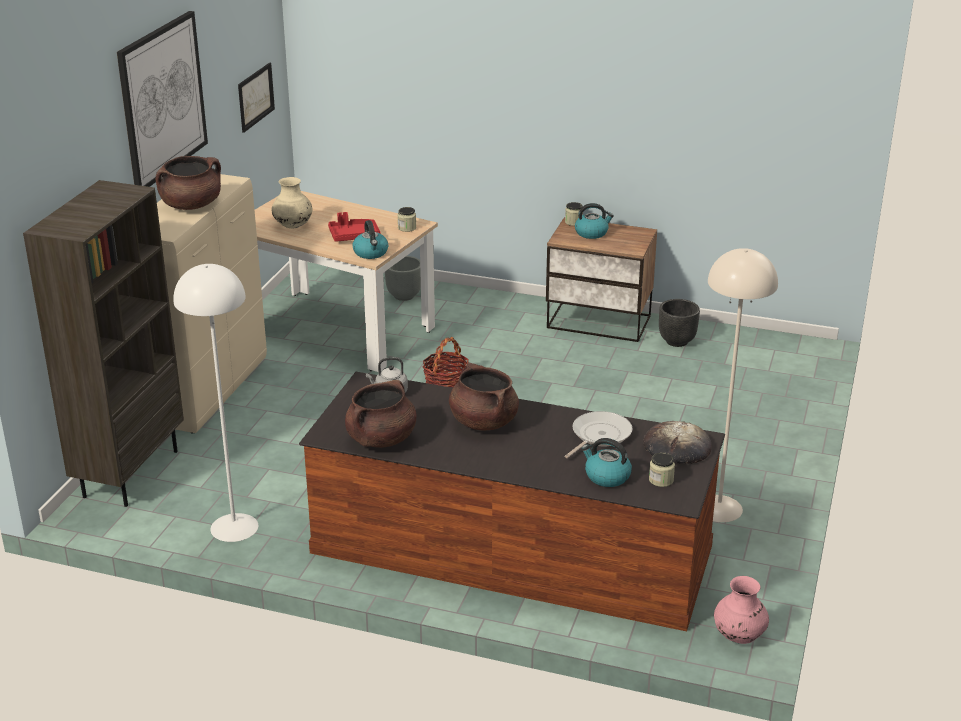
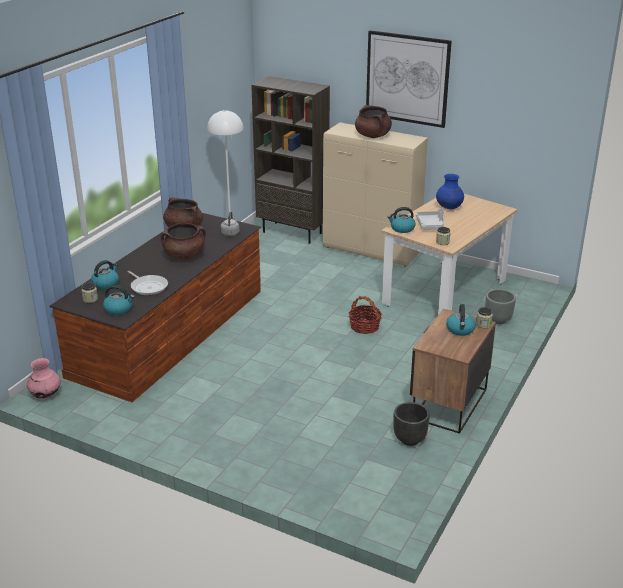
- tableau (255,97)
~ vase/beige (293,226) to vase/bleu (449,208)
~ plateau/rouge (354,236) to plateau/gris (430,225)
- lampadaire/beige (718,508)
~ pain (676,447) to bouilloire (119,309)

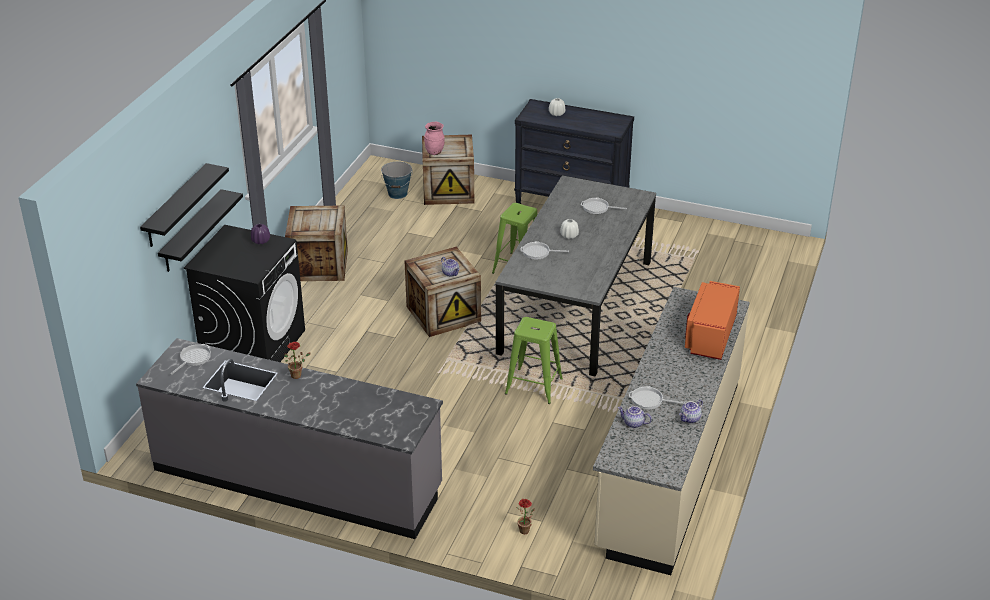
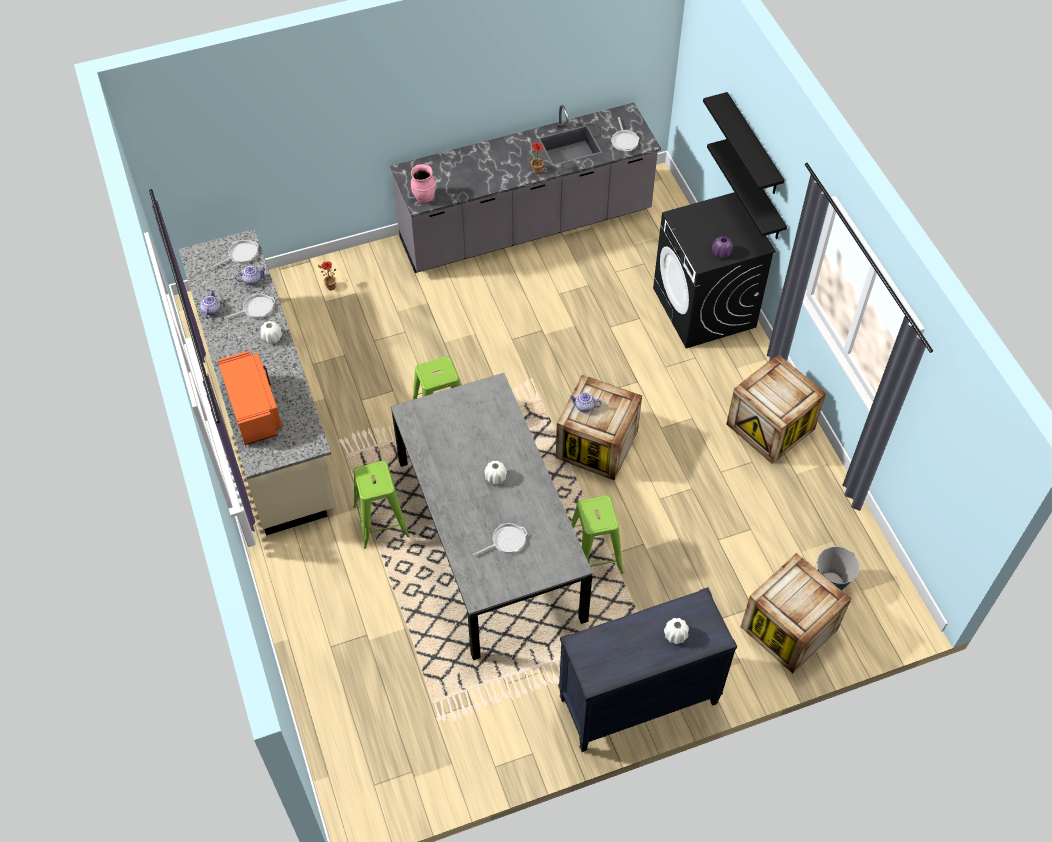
~ vase/rose (434,152) to (424,198)
~ poêle (538,252) to (240,254)
+ vase/blanc (272,337)
+ tabouret/vert (381,521)

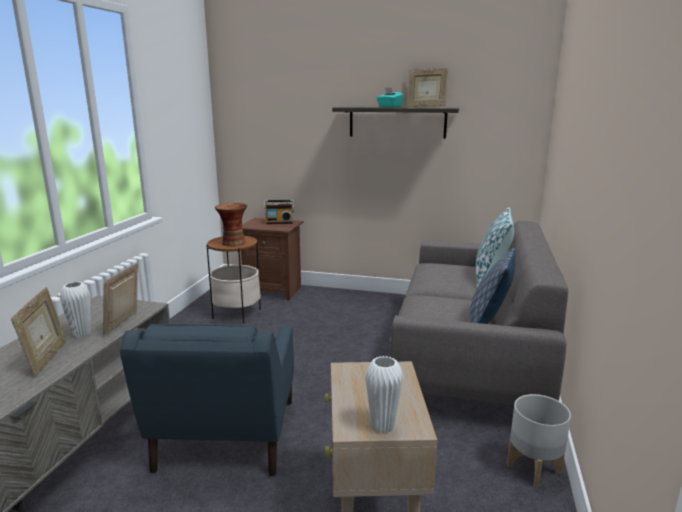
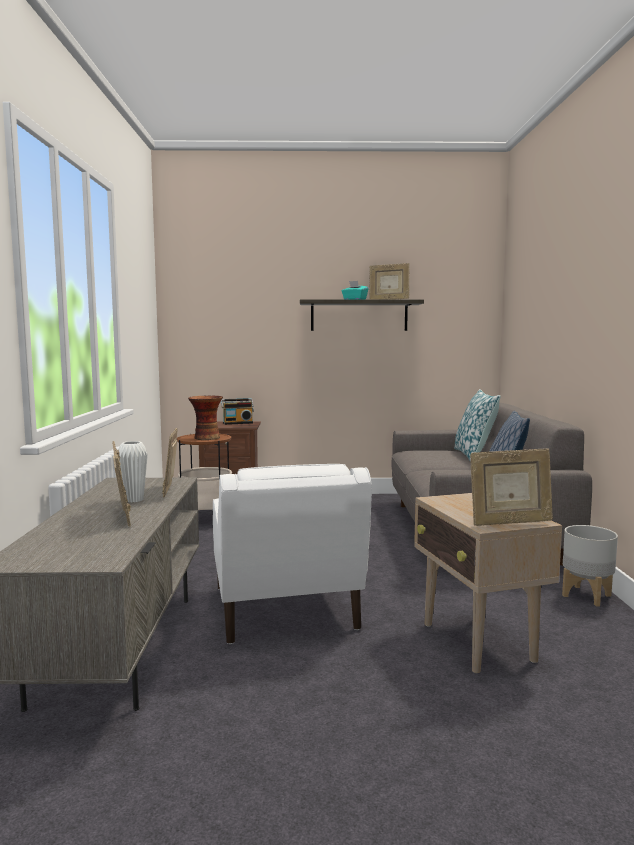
~ fauteuil/bleu (226,438) to fauteuil/blanc (284,610)
~ vase/blanc (382,426) to cadre photo (510,523)

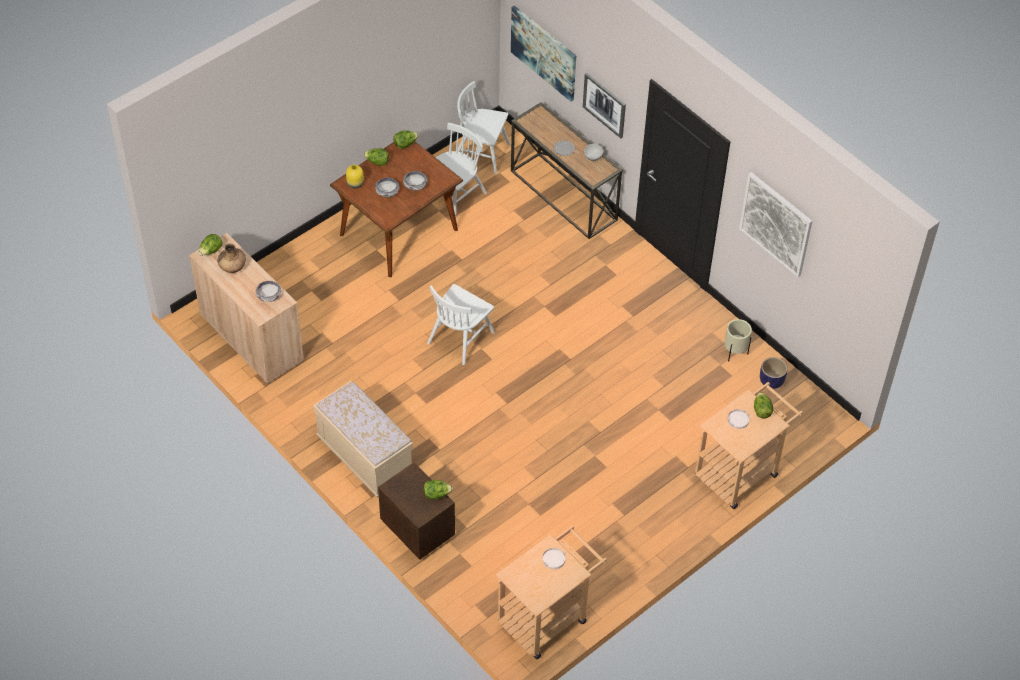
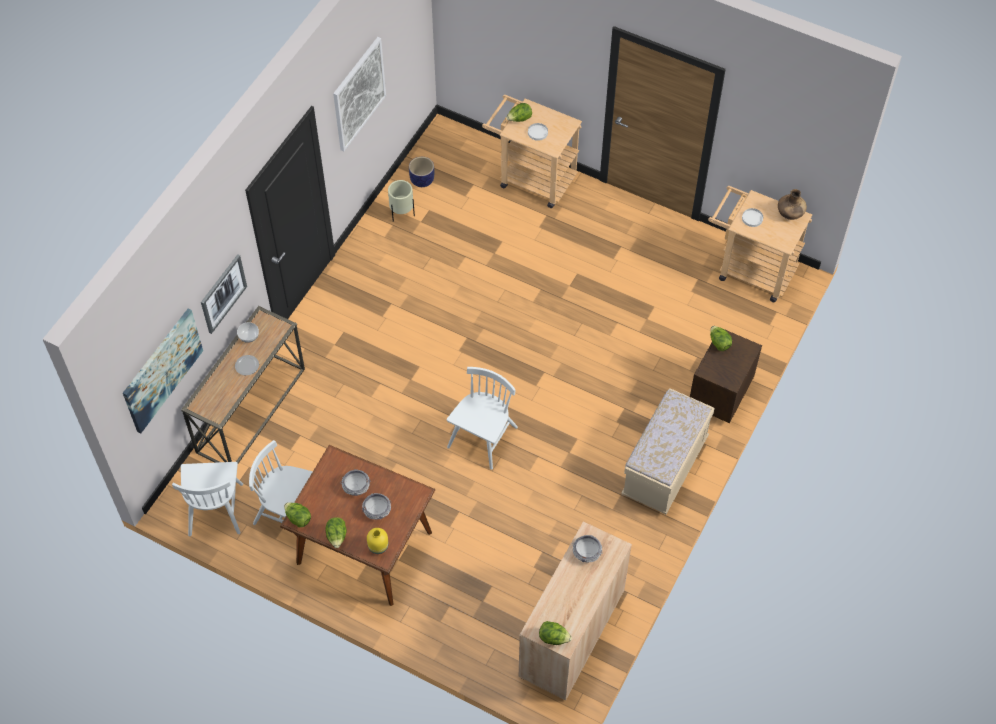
~ vase/marron (232,267) to (790,214)
~ chaise/blanc (460,337) = (482,438) 75 degrees counterclockwise

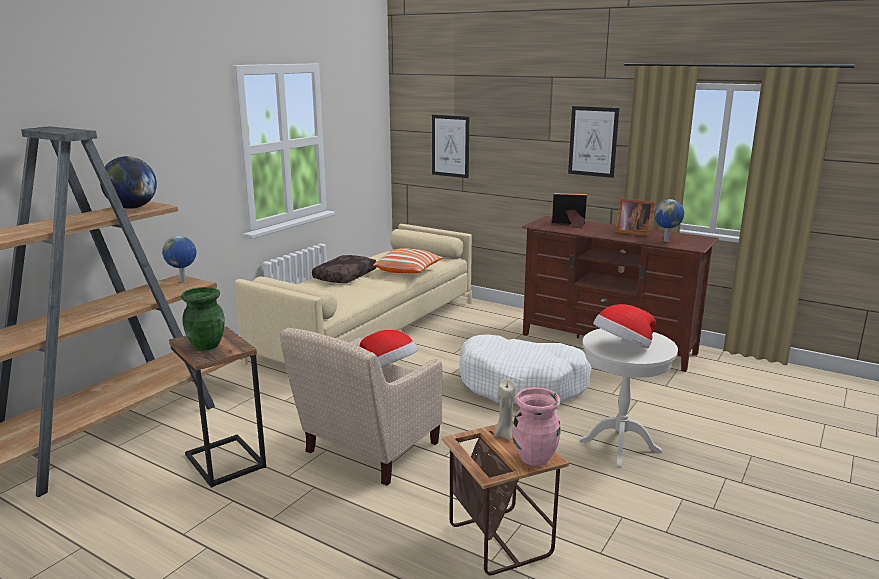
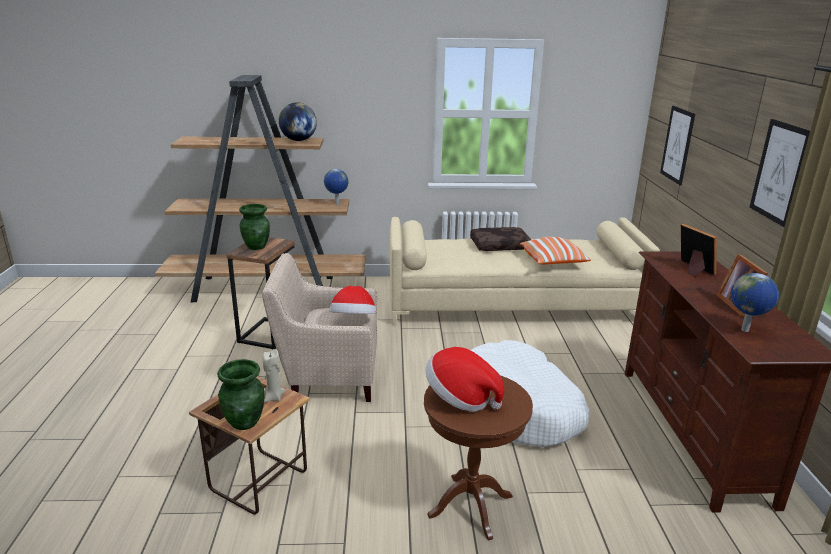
~ table d'appoint/blanc (620,446) to table d'appoint/marron (470,506)
~ vase/rose (535,458) to vase/vert (245,422)

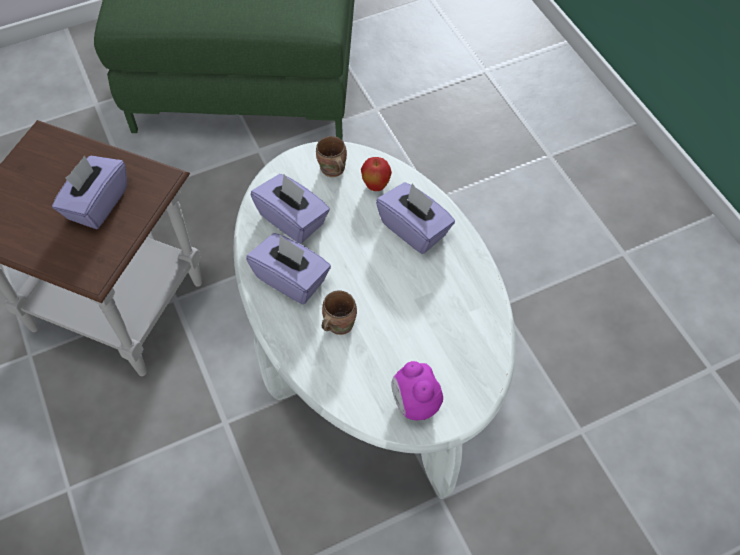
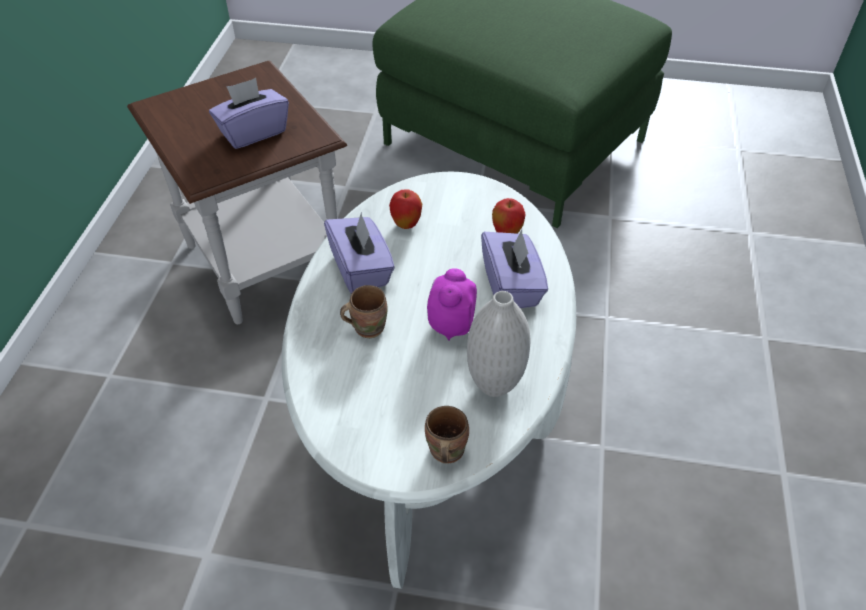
~ mug/marron (332,171) to (444,452)
~ boîte à mouchoirs/violet (293,219) to pomme (406,224)
~ réveil (414,403) to (450,325)
+ vase/blanc (494,385)

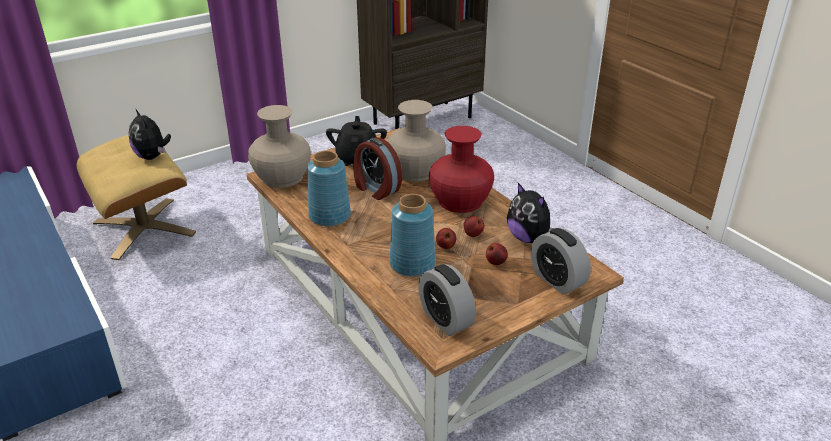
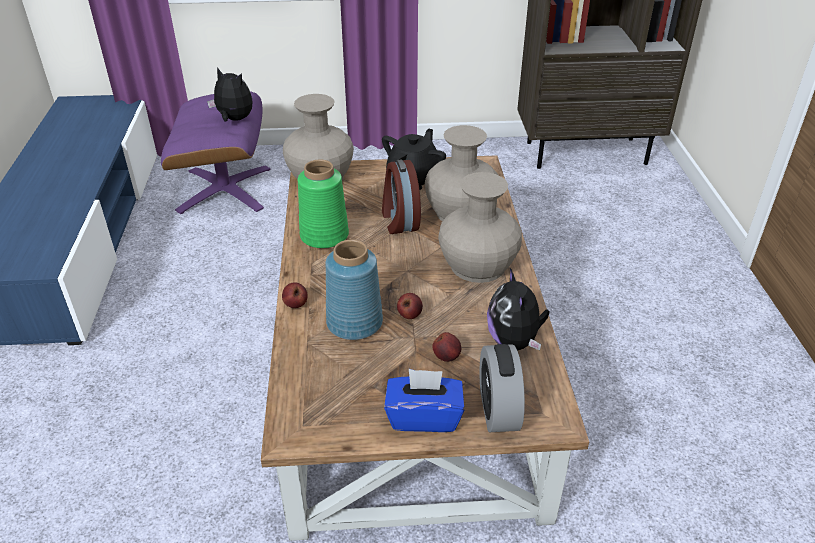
~ peluche (152,157) = (234,120) 120 degrees clockwise
~ vase/rouge (460,201) to vase/beige (478,265)
~ pouf/beige (145,228) to pouf/violet (225,189)
~ vase/bleu (330,216) to vase/vert (325,236)
~ pomme (472,235) to (295,304)
- réveil (445,319)
+ boîte à mouchoirs/bleu (424,416)

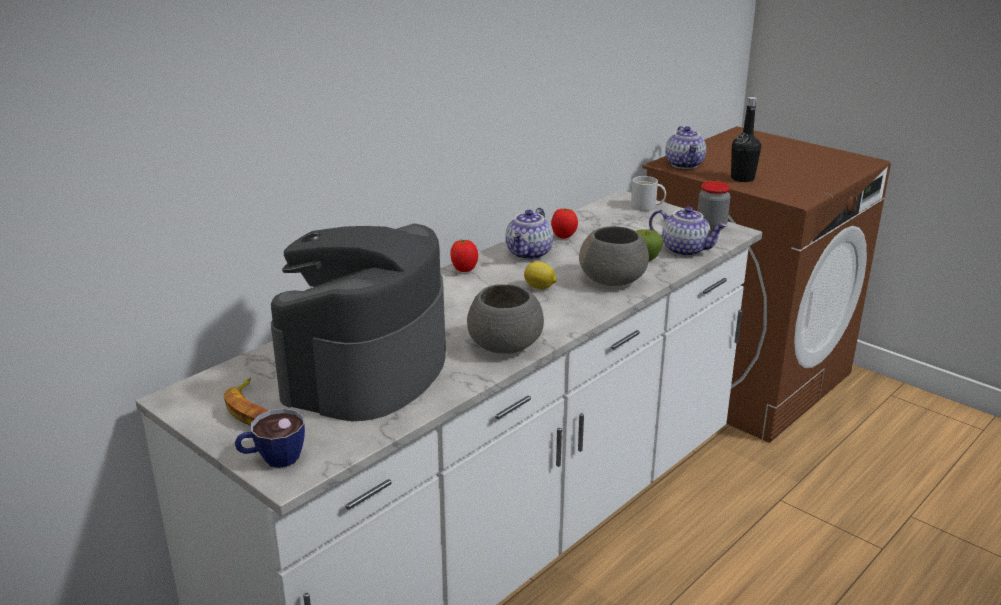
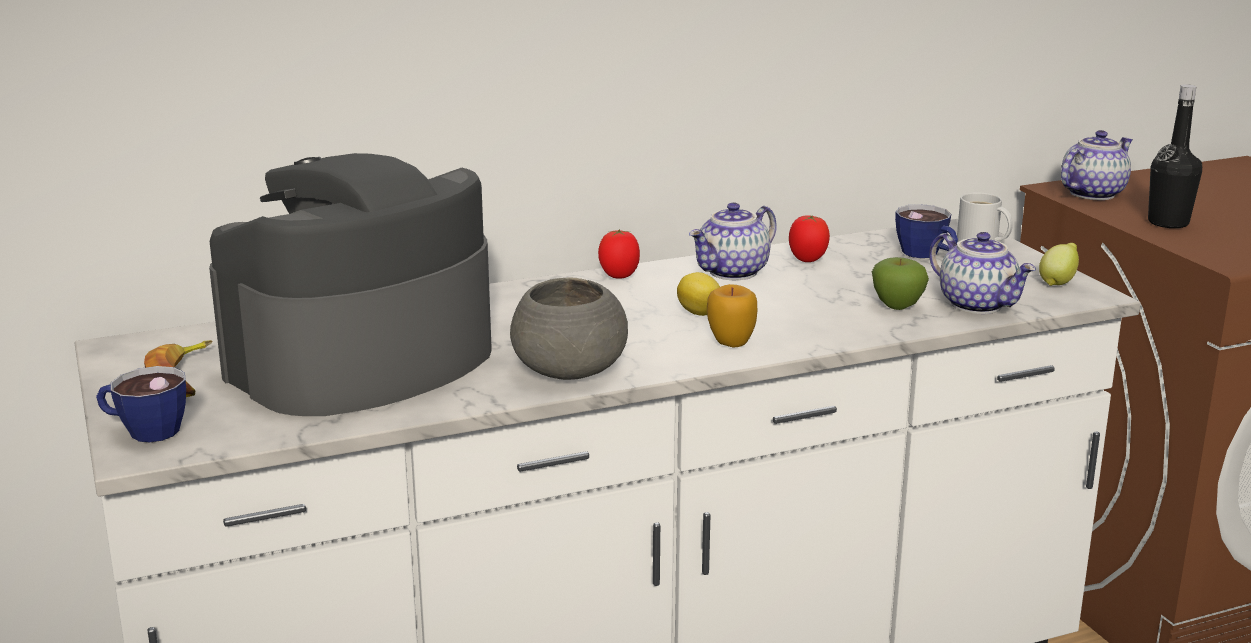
~ théière (685,165) = (1091,193) 150 degrees counterclockwise
~ bocal (711,227) to citron (1058,282)
- bol/gris (613,280)
+ tasse (927,255)
+ pomme (731,342)

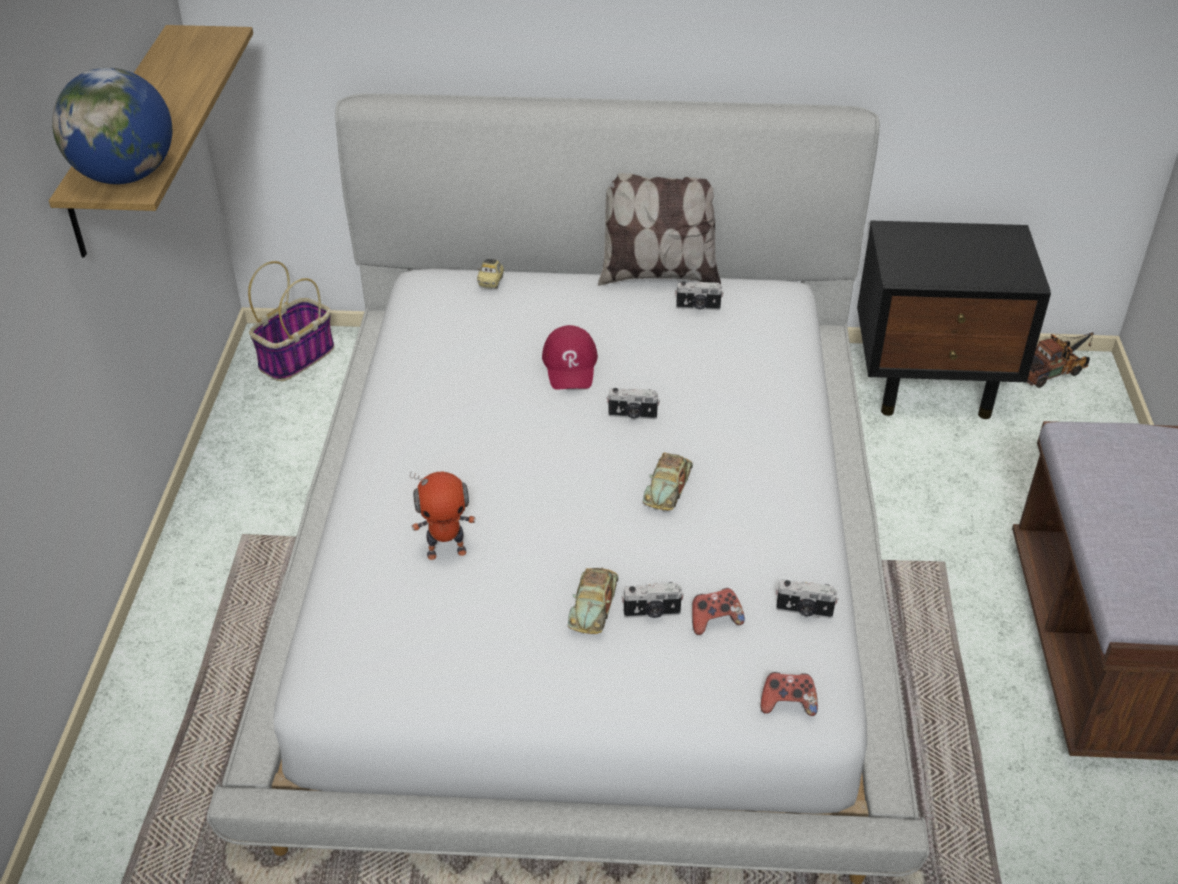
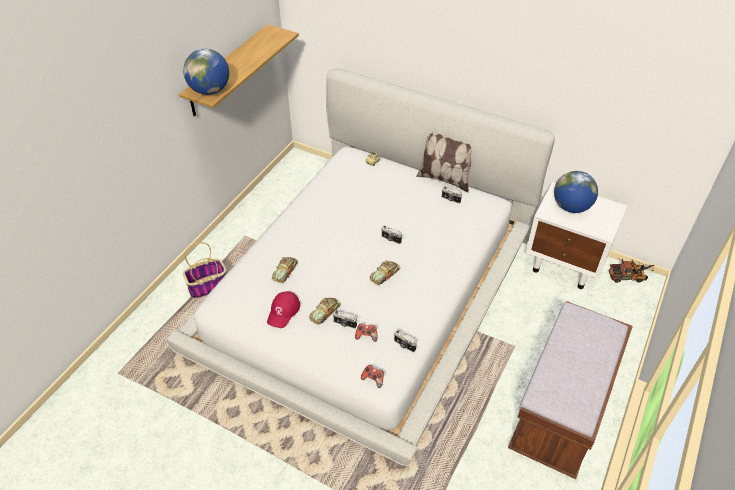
~ table de chevet/noir (932,385) to table de chevet/blanc (565,264)
~ panier (297,357) to (208,286)
~ casquette/rouge (570,365) to (283,311)
~ robot jouet (446,551) to petite voiture (285,271)
+ globe (571,207)

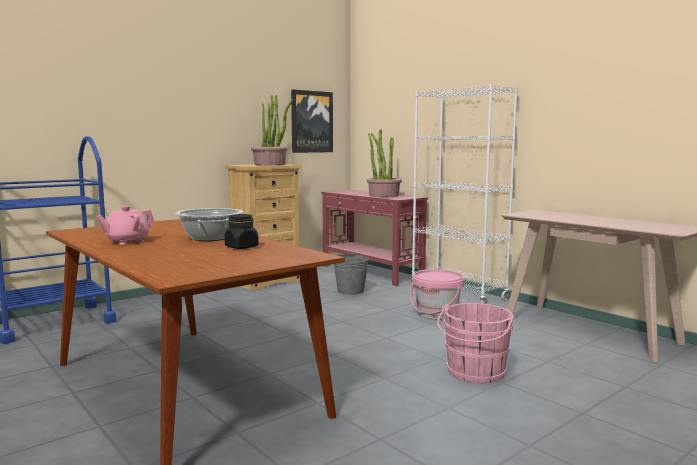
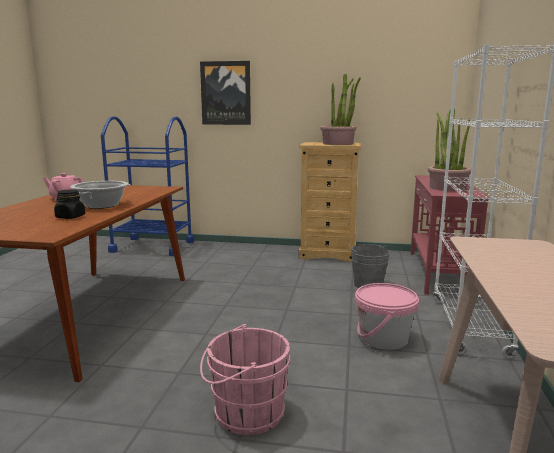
~ tableau (311,122) to (226,93)

